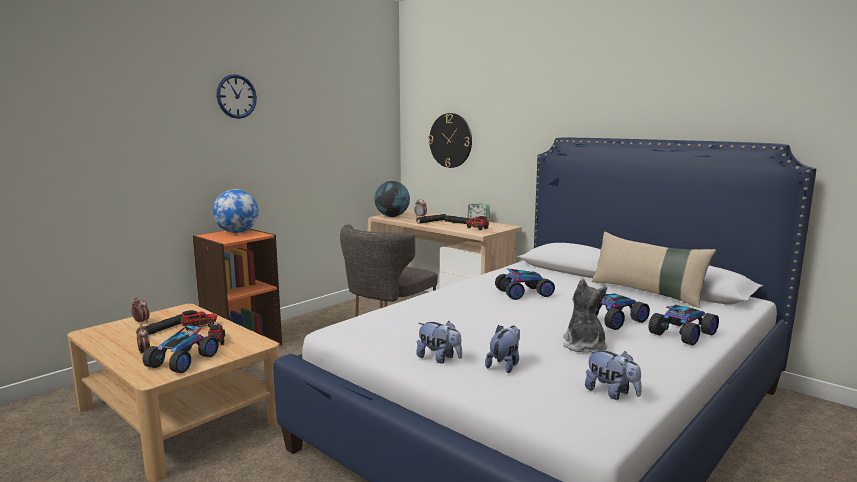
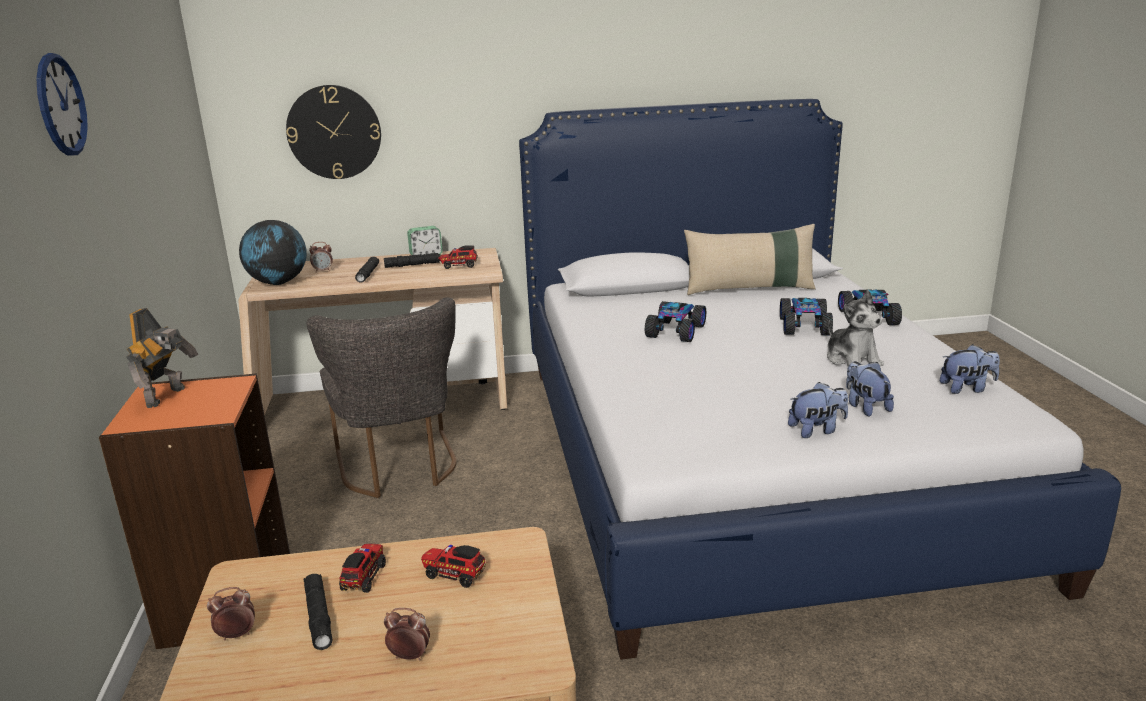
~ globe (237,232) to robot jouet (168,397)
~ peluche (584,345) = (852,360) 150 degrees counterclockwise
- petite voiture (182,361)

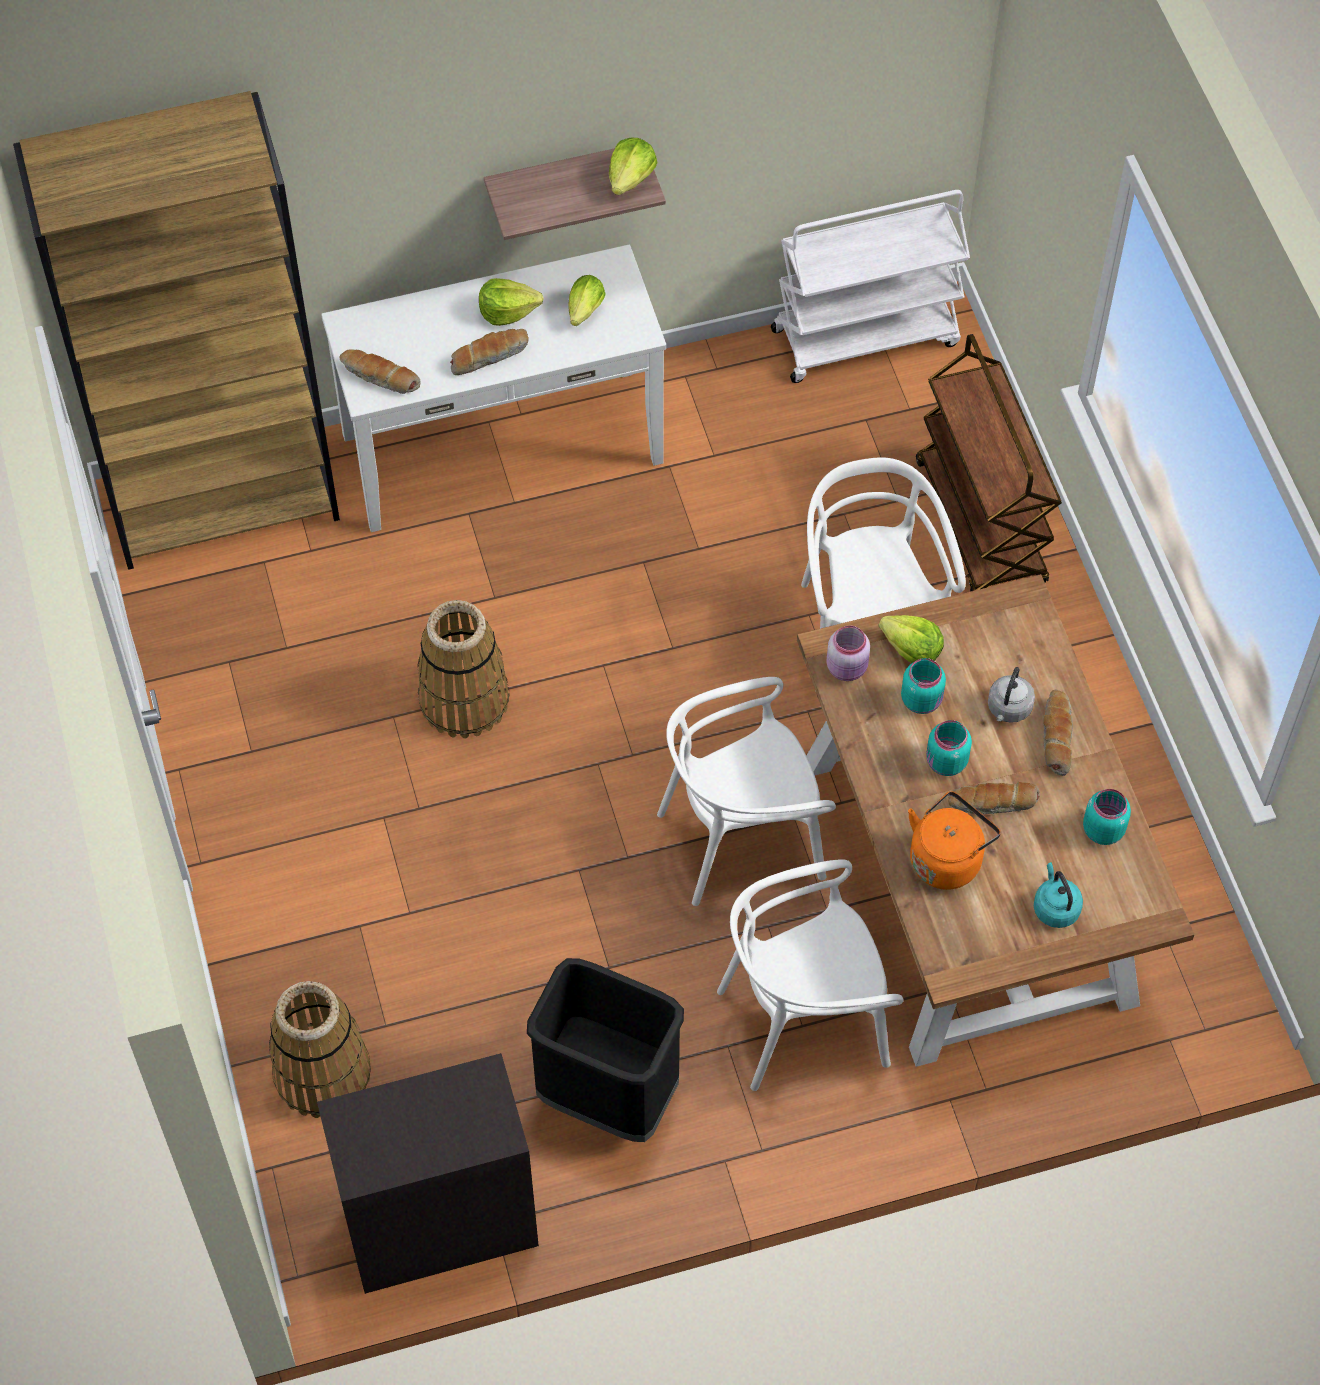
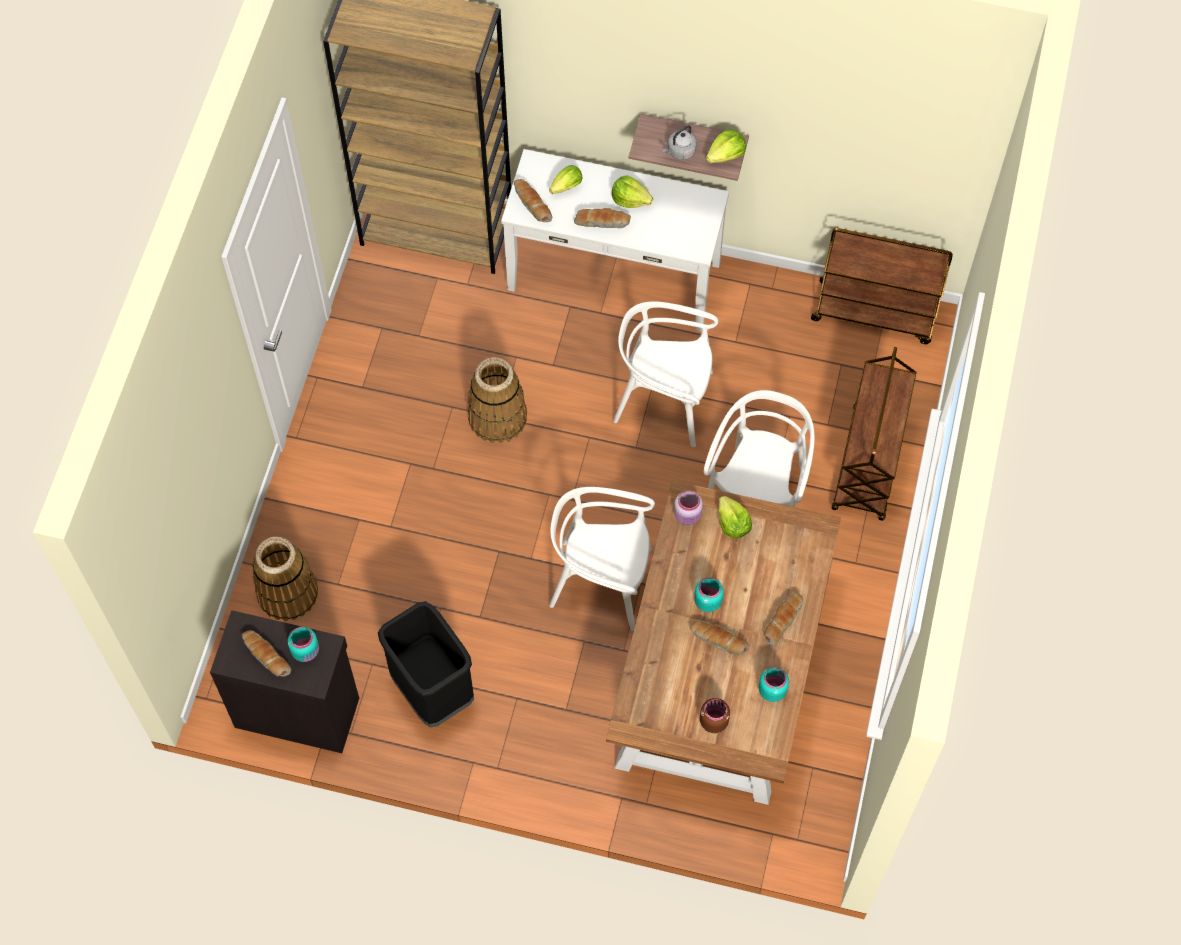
~ chariot/blanc (866,336) to chariot/marron (876,311)
~ laitue (584,313) to (565,188)
~ bocal/turquoise (922,700) to (306,651)
~ bouilloire/gris (1008,709) to (680,151)
- bouilloire/orange (947,858)
~ chaise/blanc (803,1020) to (664,401)
~ bouilloire/turquoise (1055,907) to bocal/marron (713,721)
+ pain (266,656)

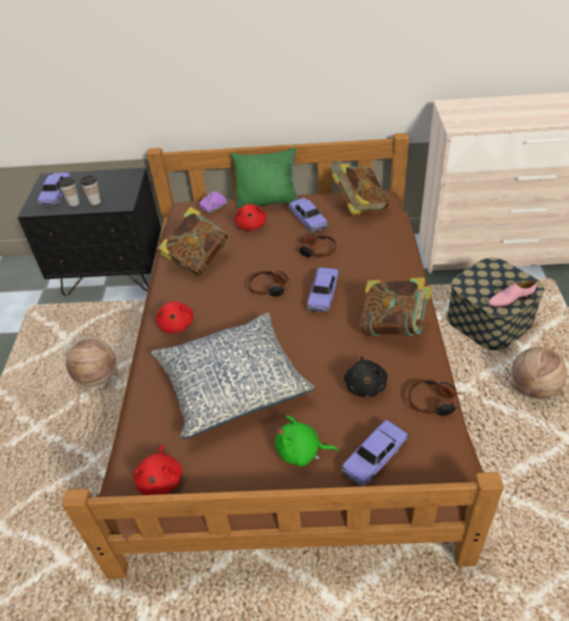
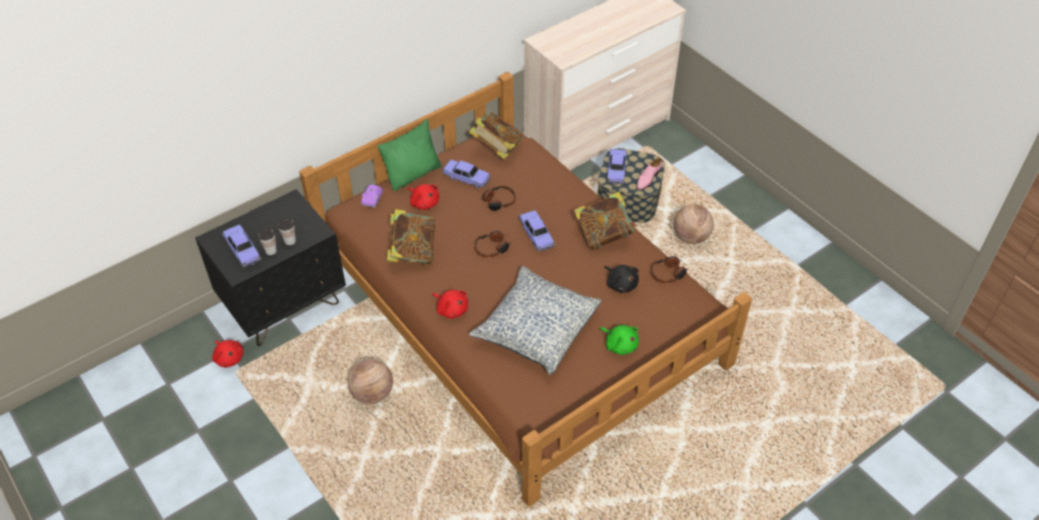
~ peluche/vert (301,452) = (620,345) 105 degrees counterclockwise
~ petite voiture (374,457) to (616,170)
~ peluche/rouge (161,480) to (229,358)

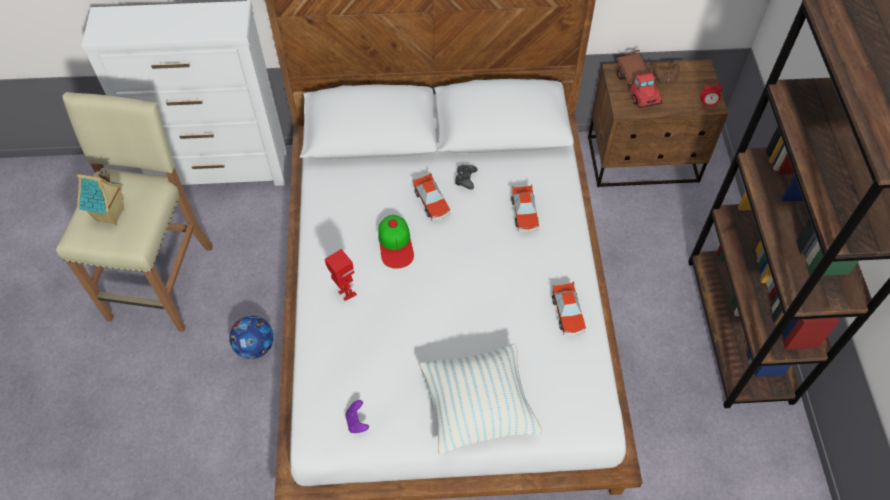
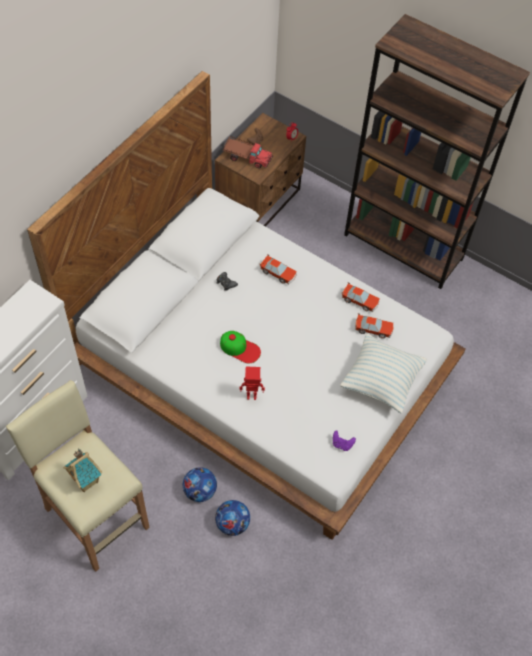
~ petite voiture (431,202) to (373,329)
+ ballon de foot (232,524)

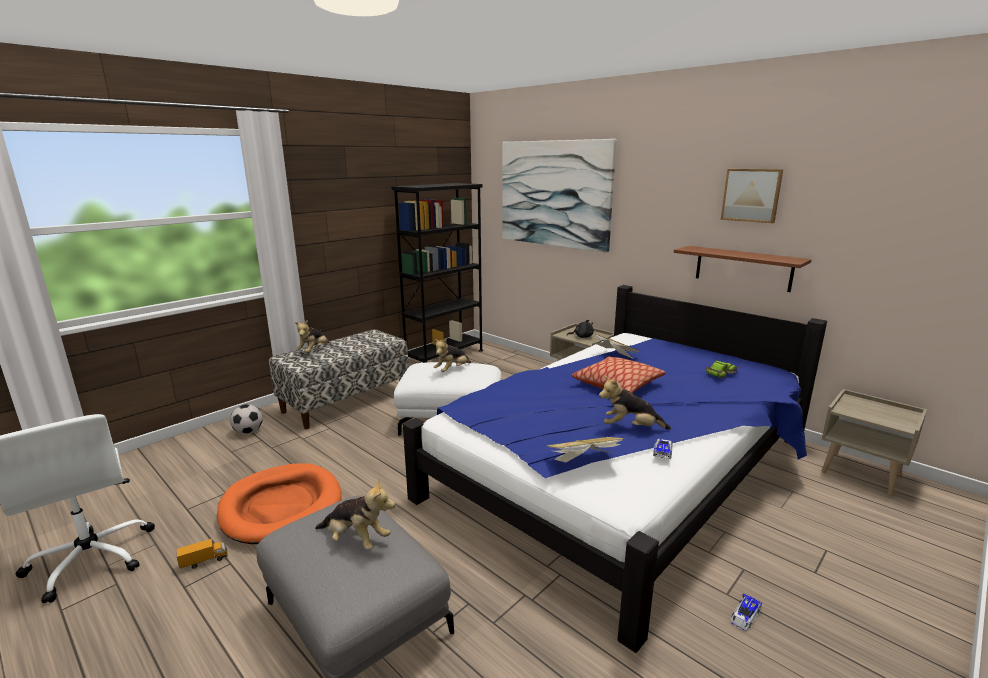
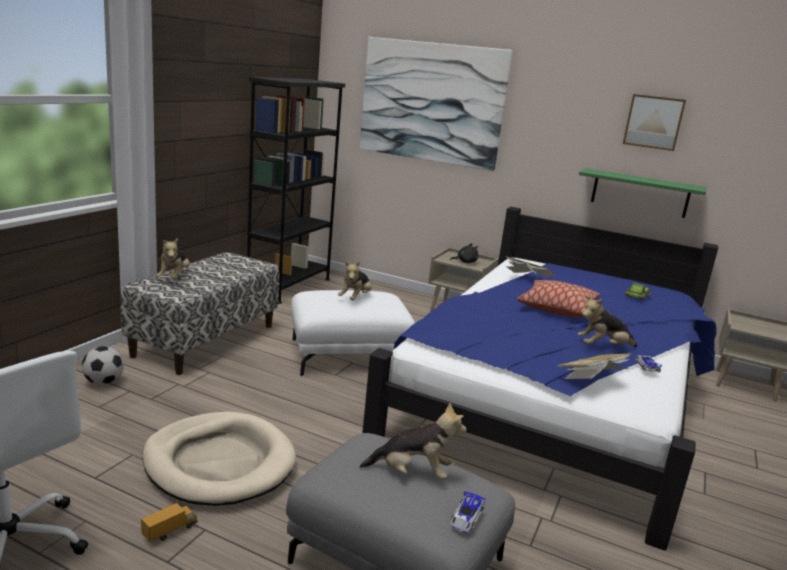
~ étagère/marron (743,268) to étagère/vert (640,193)
~ panier pour chien/orange (281,507) to panier pour chien/beige (219,463)
~ petite voiture (744,616) to (466,517)

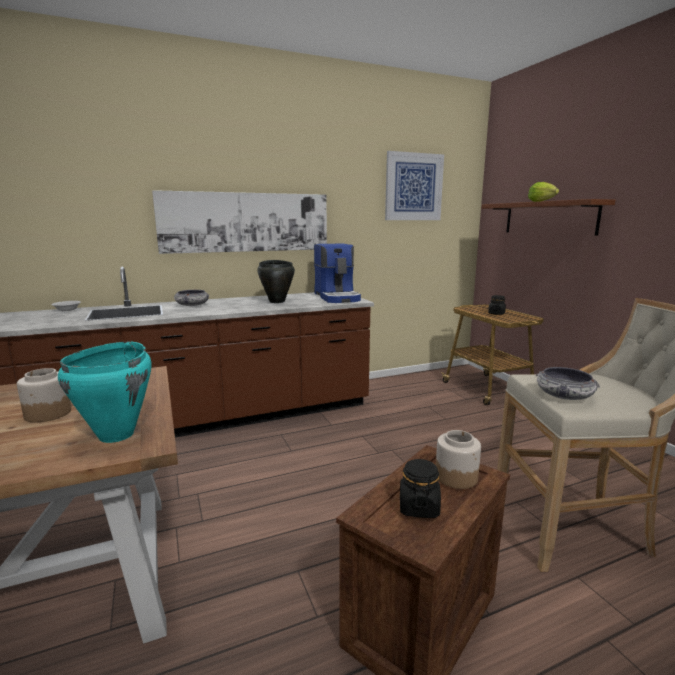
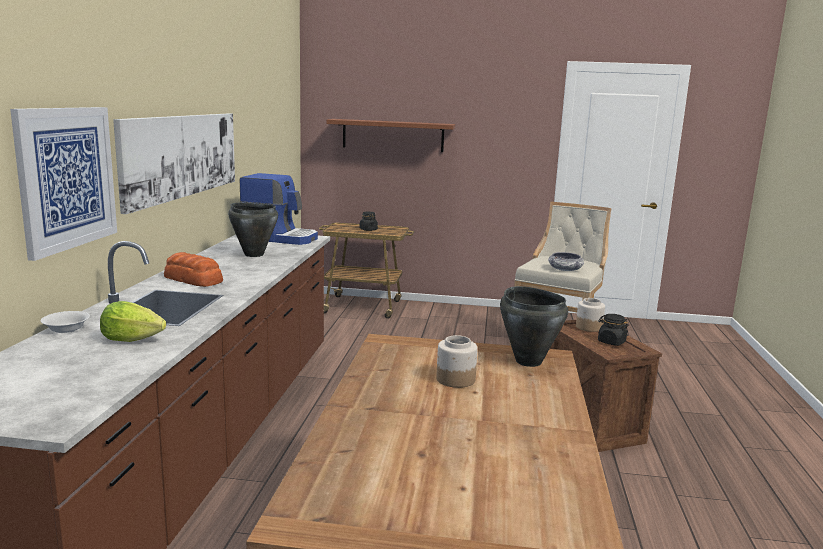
~ tableau (413,187) to (67,178)
~ laitue (541,201) to (131,339)
~ bol (192,305) to pain (193,280)
~ marmite/turquoise (117,435) to marmite/noir (528,361)

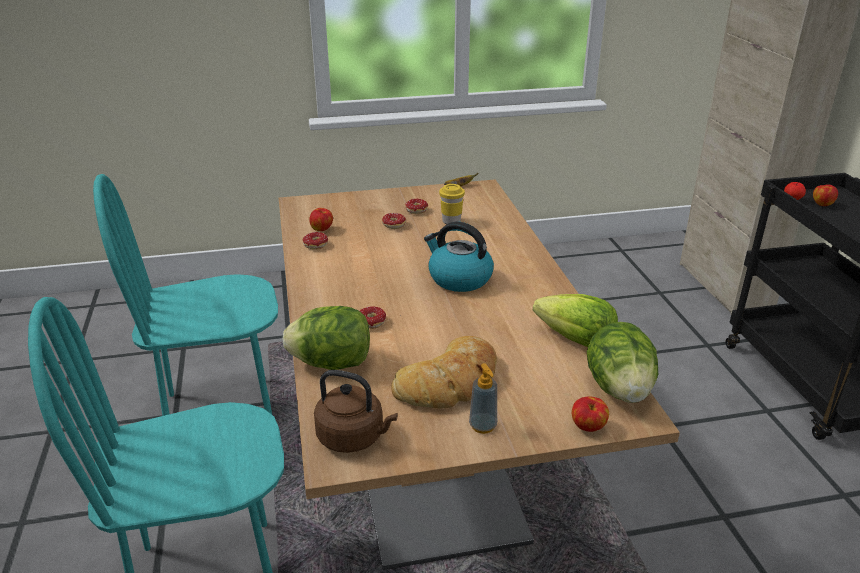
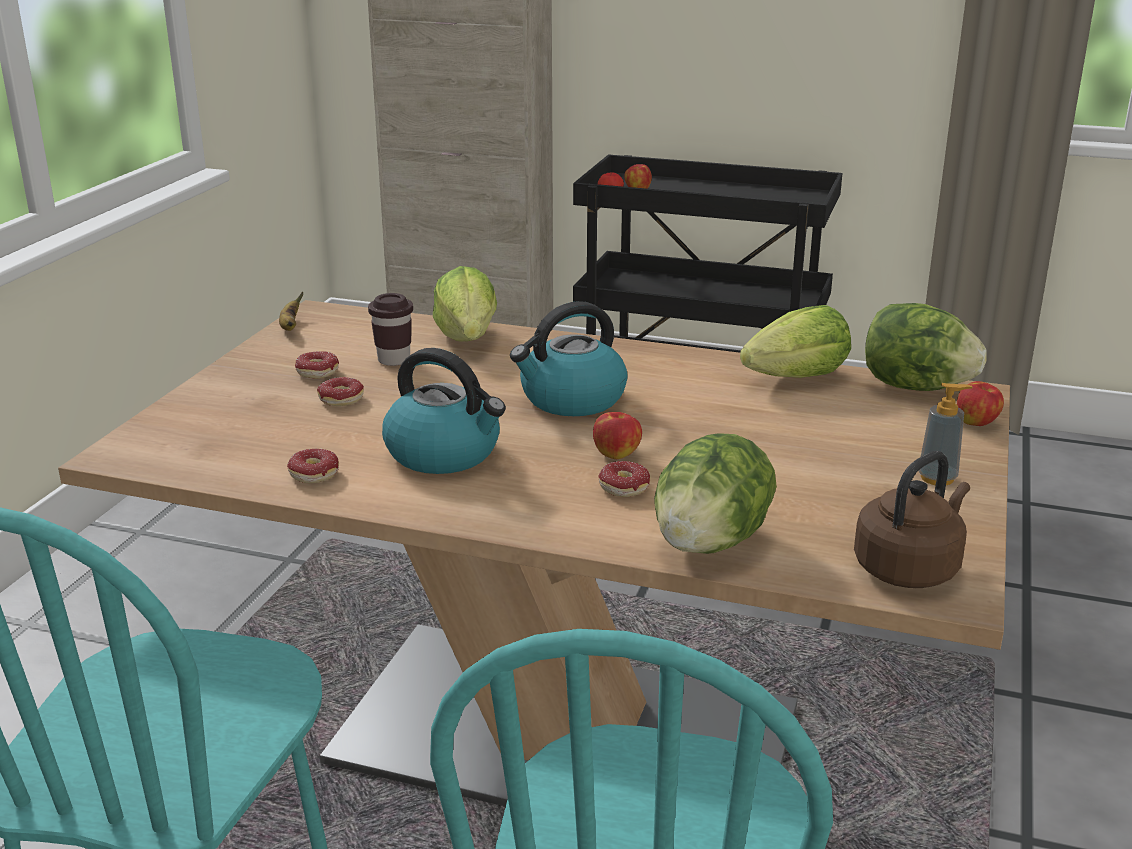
~ tasse/jaune (451,221) to tasse/marron (394,360)
~ pomme (322,229) to (617,454)
- pain (451,382)
+ laitue (467,338)
+ bouilloire (445,453)

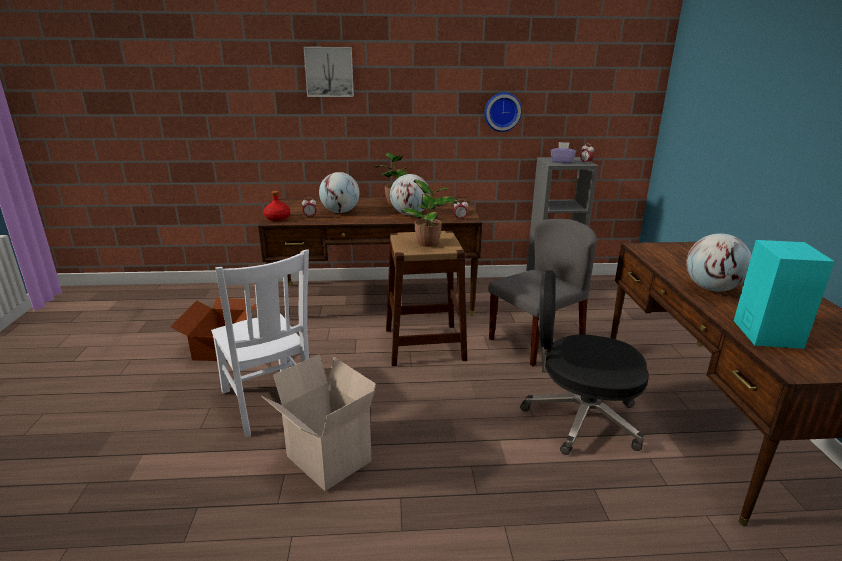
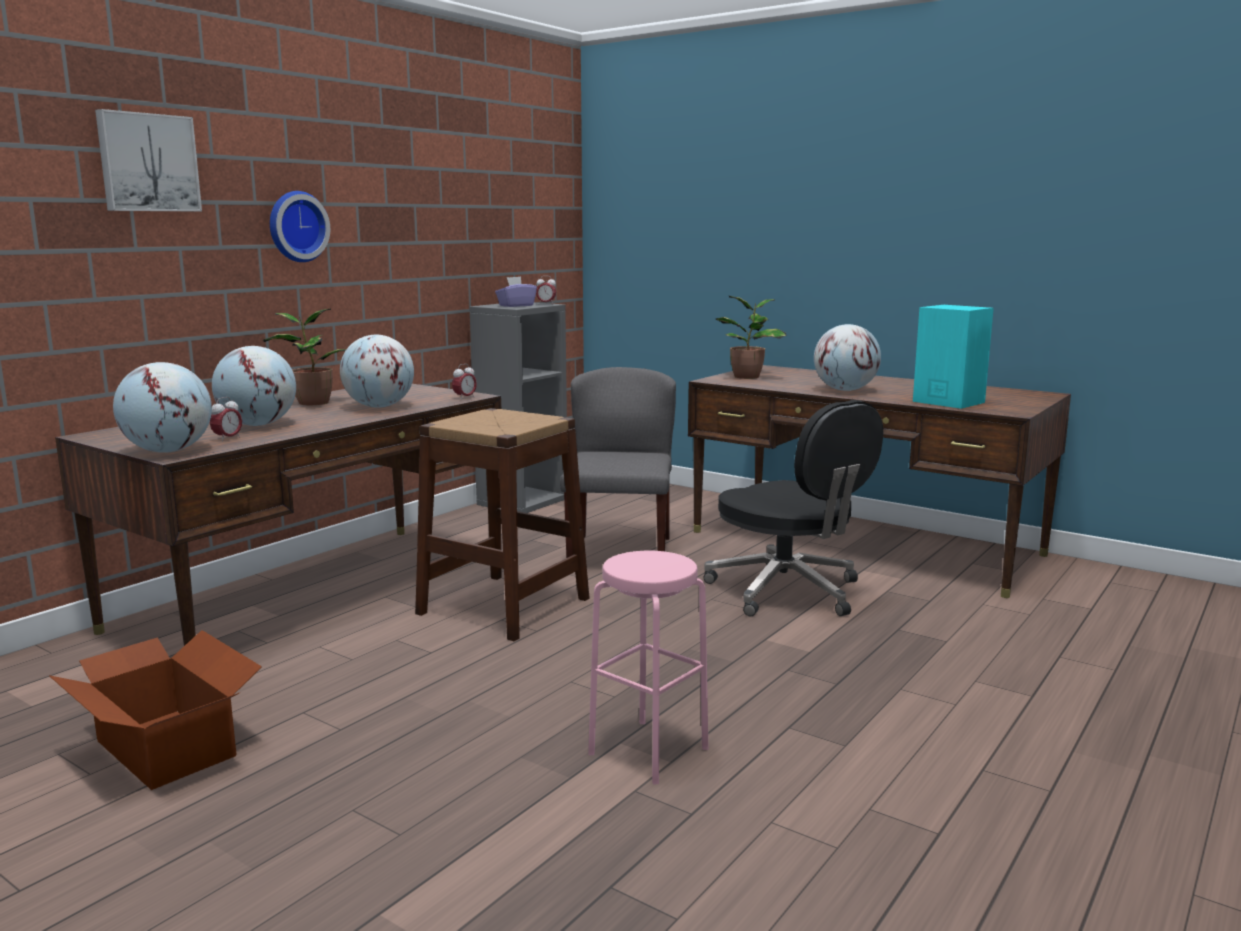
~ horloge murale (502,111) to (296,226)
~ plante en pot (429,243) to (748,376)
~ bouteille/rouge (278,218) to globe (168,451)
- chaise/blanc (268,403)
~ chaise de bureau/noir (579,418) = (787,591) 90 degrees counterclockwise
~ carton (326,459) to tabouret/rose (648,750)

